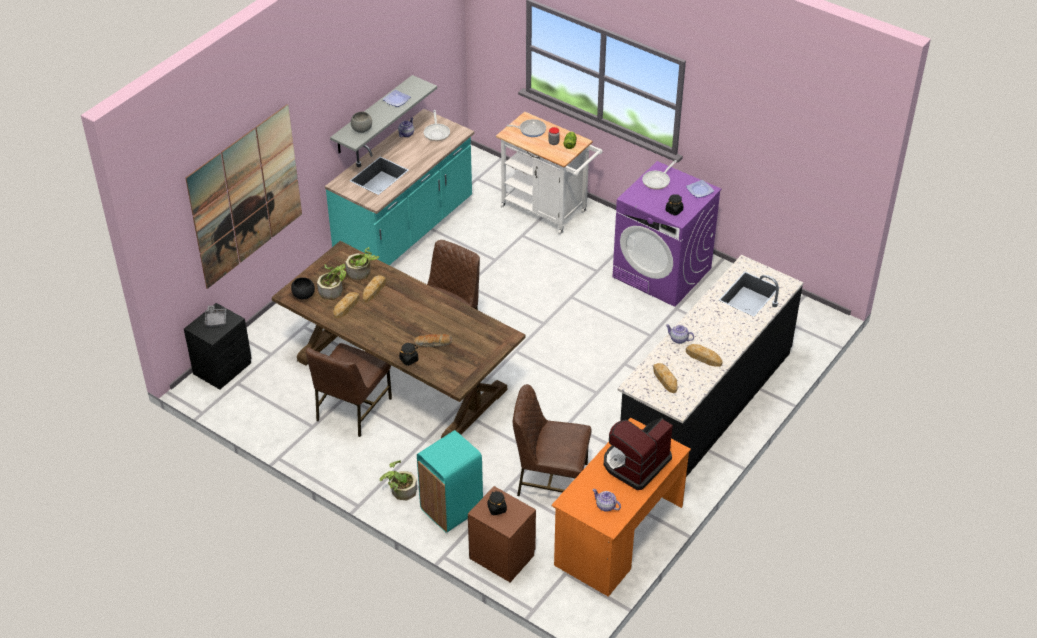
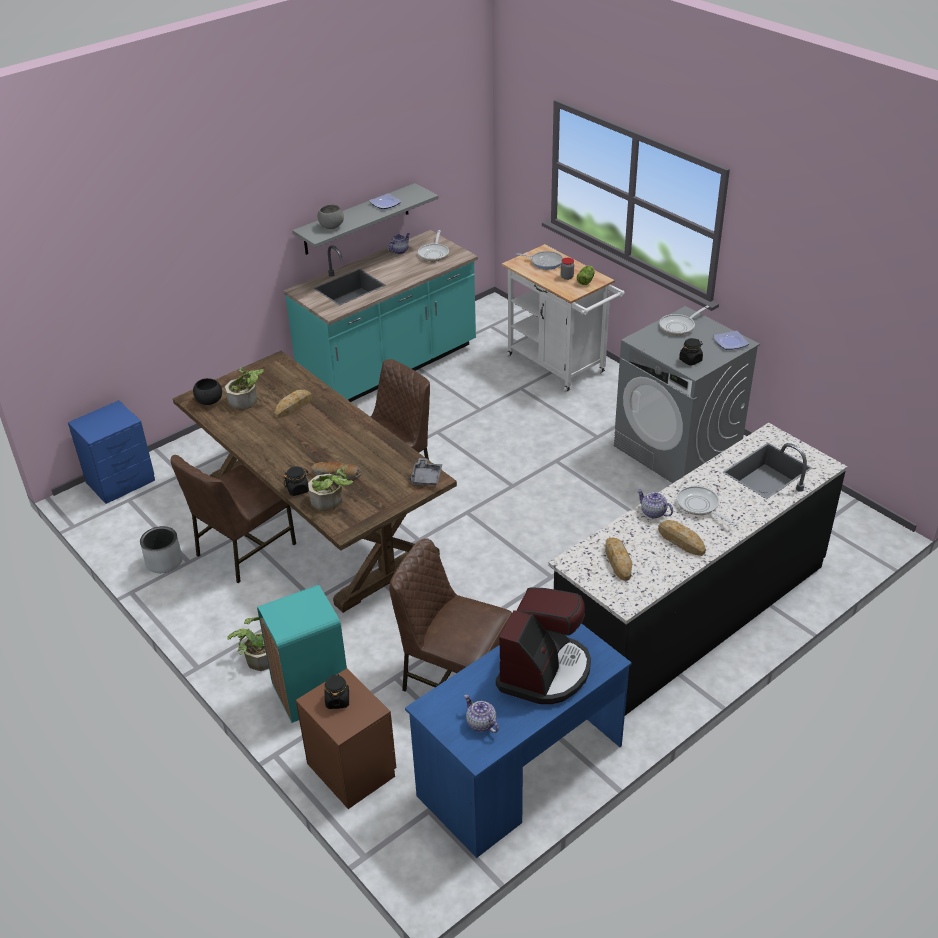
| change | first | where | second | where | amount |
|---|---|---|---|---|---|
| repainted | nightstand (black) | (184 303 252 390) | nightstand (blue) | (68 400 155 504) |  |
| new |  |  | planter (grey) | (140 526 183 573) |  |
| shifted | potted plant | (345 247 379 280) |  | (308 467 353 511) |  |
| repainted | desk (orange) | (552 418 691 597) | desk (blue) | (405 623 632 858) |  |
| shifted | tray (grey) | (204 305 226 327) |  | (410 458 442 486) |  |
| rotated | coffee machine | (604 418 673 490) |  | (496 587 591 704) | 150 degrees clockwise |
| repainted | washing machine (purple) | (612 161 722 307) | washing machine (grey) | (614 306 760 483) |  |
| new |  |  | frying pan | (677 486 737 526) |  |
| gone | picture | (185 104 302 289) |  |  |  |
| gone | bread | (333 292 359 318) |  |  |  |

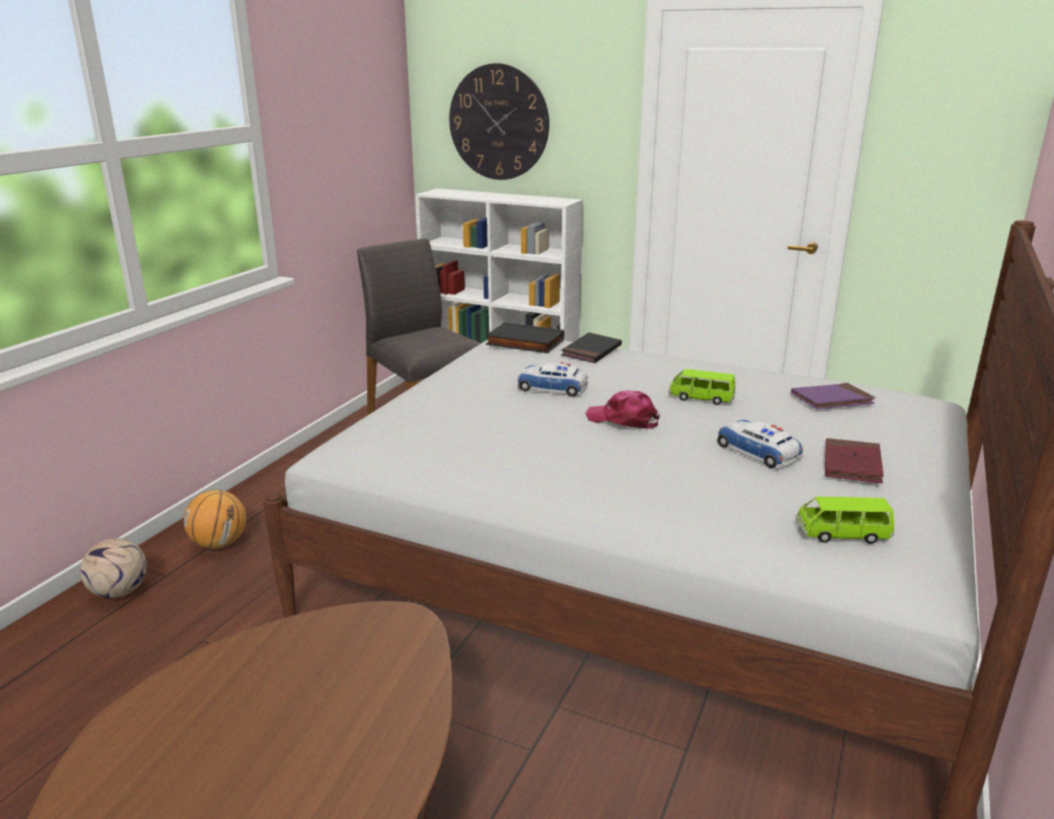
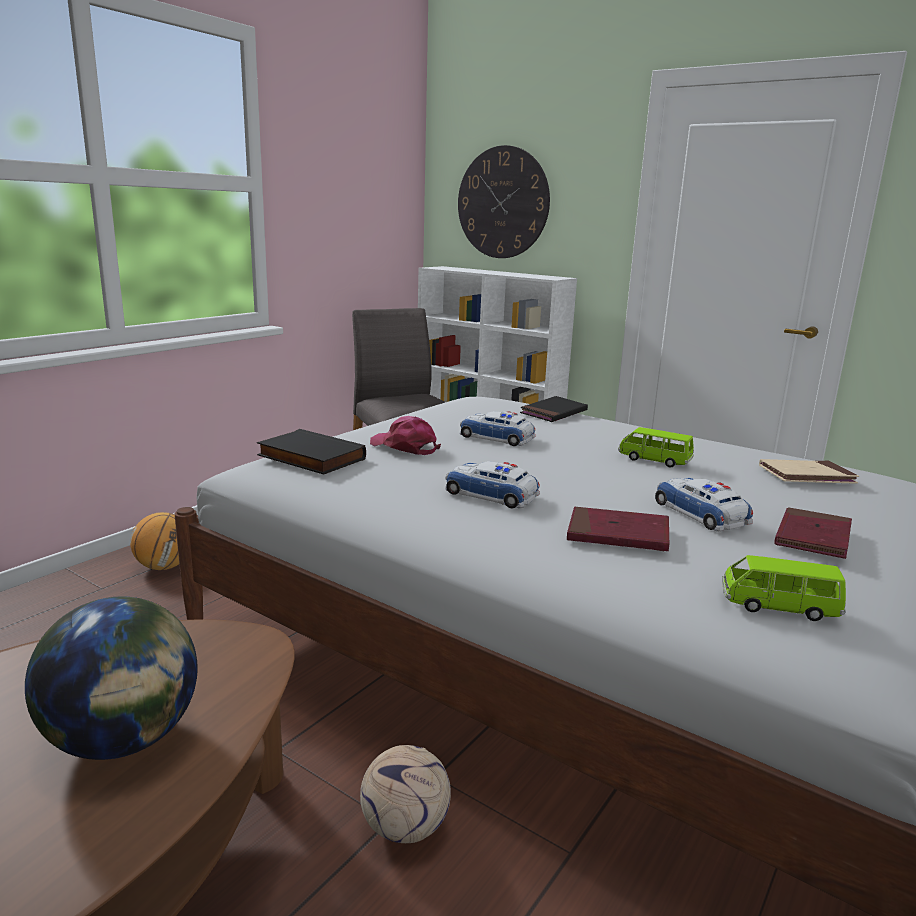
| change | first | where | second | where | amount |
|---|---|---|---|---|---|
| new |  |  | globe | (25 596 198 760) |  |
| shifted | book (black) | (486 322 564 353) |  | (257 429 366 475) |  |
| shifted | football | (80 538 147 598) |  | (360 745 451 843) |  |
| shifted | cap (pink) | (586 390 660 429) |  | (370 416 441 455) |  |
| new |  |  | toy car | (445 461 540 509) |  |
| new |  |  | book (red) | (567 507 669 551) |  |
| repainted | book (purple) | (791 383 876 409) | book (beige) | (759 459 859 484) |  |

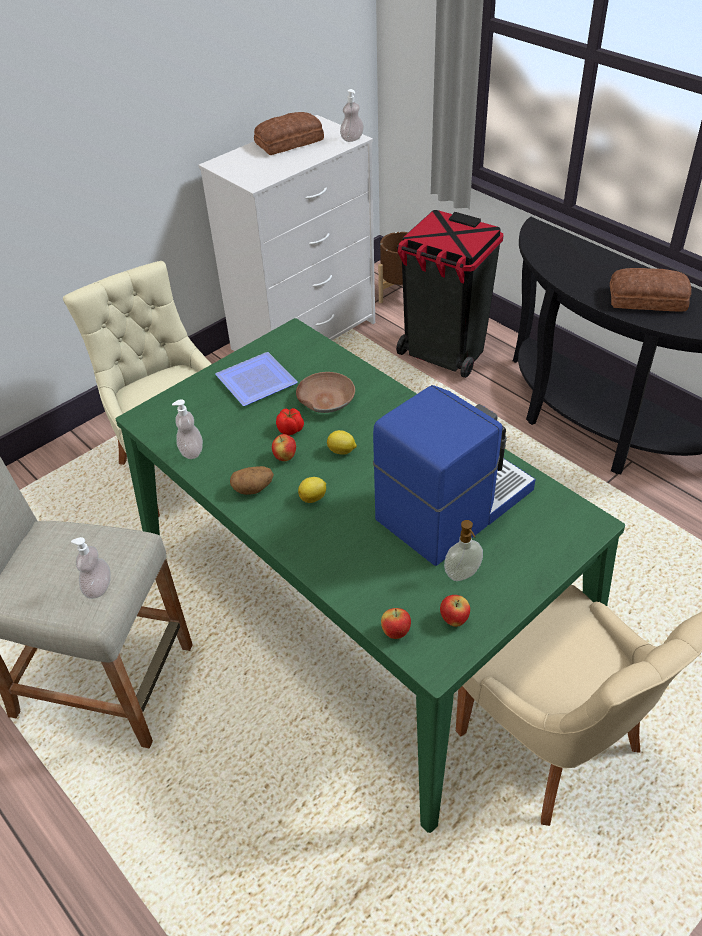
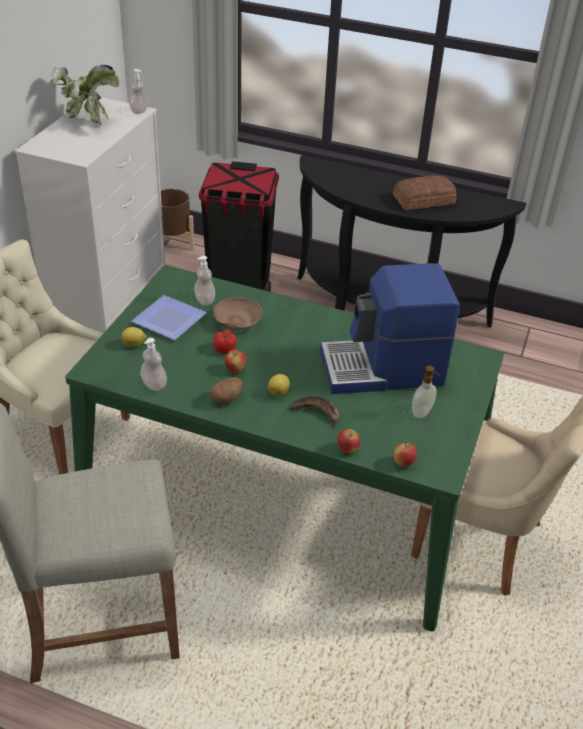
| change | first | where | second | where | amount |
|---|---|---|---|---|---|
| swapped | bread | (254 112 324 155) | potted plant | (51 65 119 126) |  |
| shifted | lemon | (327 430 357 455) |  | (121 327 147 347) |  |
| shifted | soap dispenser | (71 537 111 599) |  | (194 256 215 305) |  |
| new |  |  | banana | (290 396 339 431) |  |
| rotated | coffee machine | (373 385 536 566) |  | (320 263 460 394) | 120 degrees counterclockwise |
| shifted | apple | (440 595 470 627) |  | (337 429 360 453) |  |

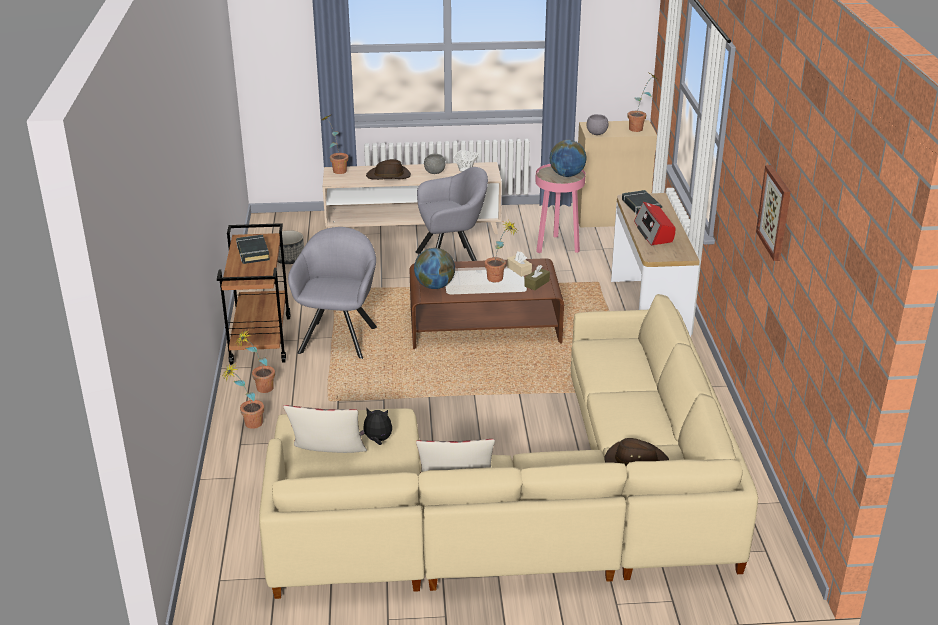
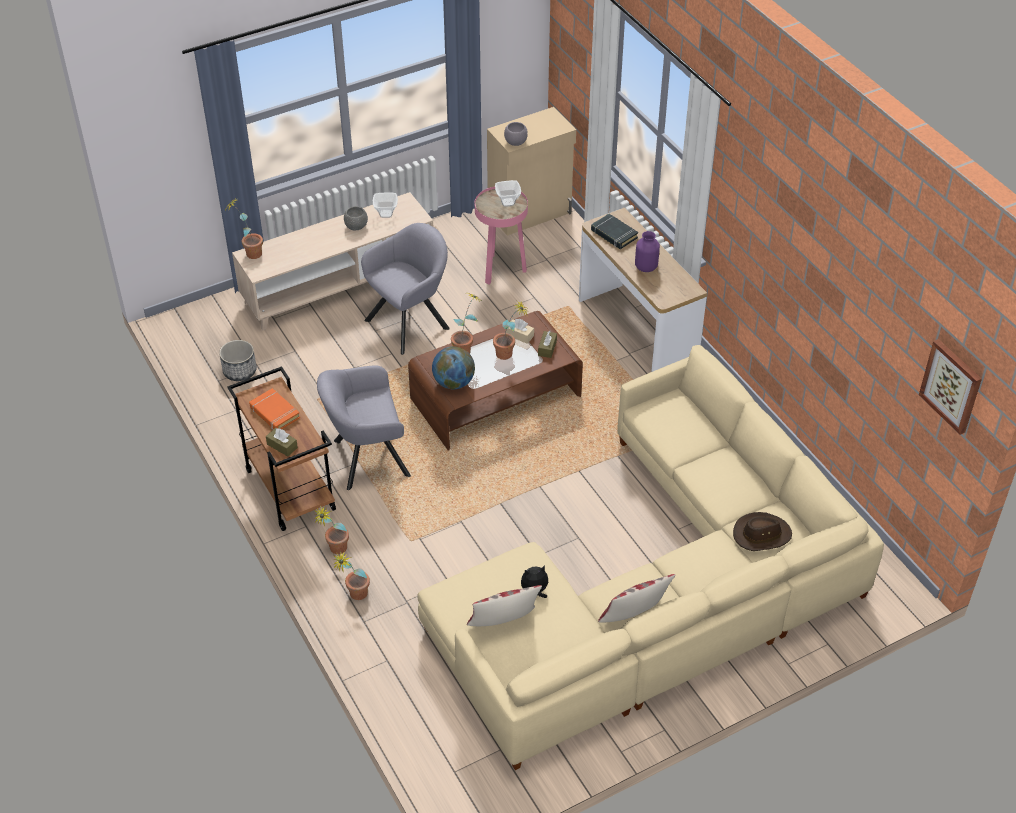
| change | first | where | second | where | amount |
|---|---|---|---|---|---|
| repainted | book (black) | (236 234 270 264) | book (orange) | (249 388 300 429) |  |
| new |  |  | tissue box (brown) | (266 428 298 456) |  |
| rotated | armchair (grey) | (288 227 377 359) |  | (317 365 411 490) | 90 degrees counterclockwise |
| shifted | potted plant | (628 73 657 132) |  | (451 293 480 354) |  |
| swapped | globe | (550 140 587 177) | bowl | (495 180 521 207) |  |
| swapped | radio | (634 202 675 246) | vase (purple) | (635 231 660 272) |  |
| shifted | picture | (756 165 791 261) |  | (919 339 982 435) |  |
| gone | hat (brown) | (366 159 411 180) |  |  |  |

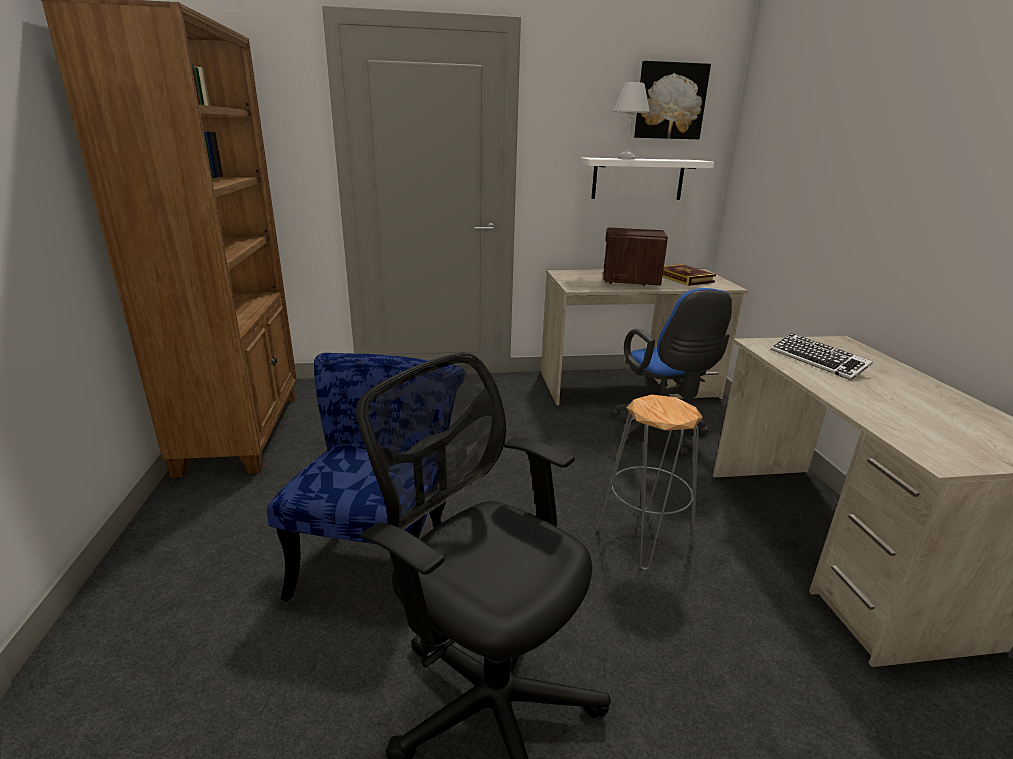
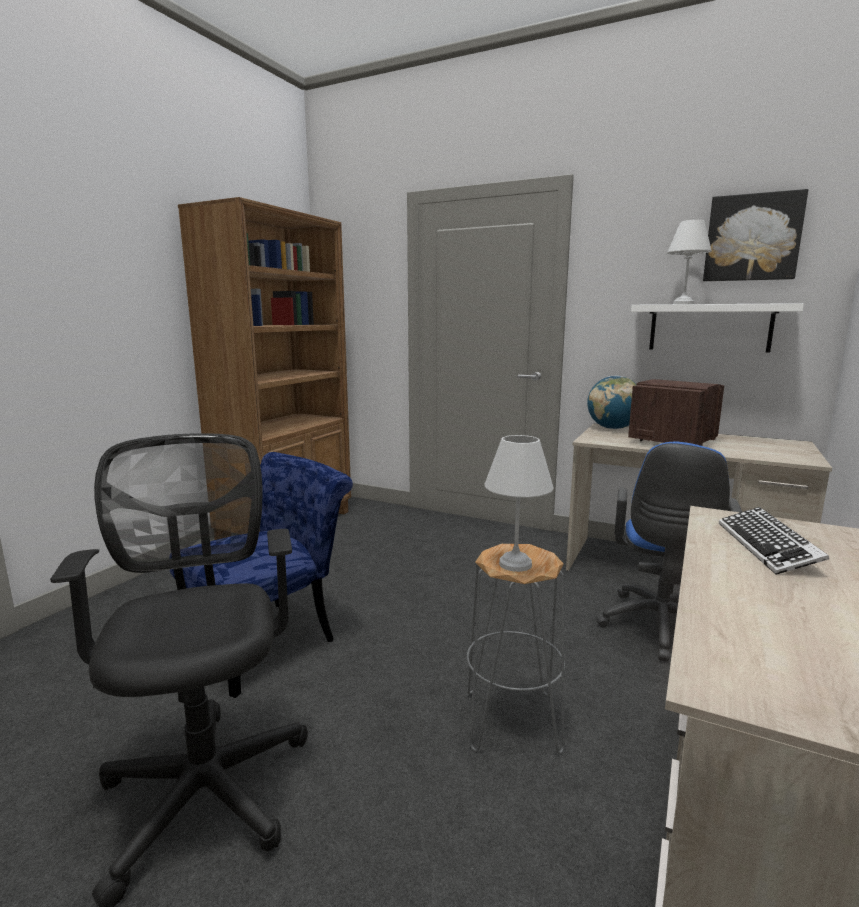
| change | first | where | second | where | amount |
|---|---|---|---|---|---|
| new |  |  | table lamp (white) | (484 435 554 572) |  |
| new |  |  | globe | (587 376 637 429) |  |
| gone | book | (662 264 716 286) |  |  |  |

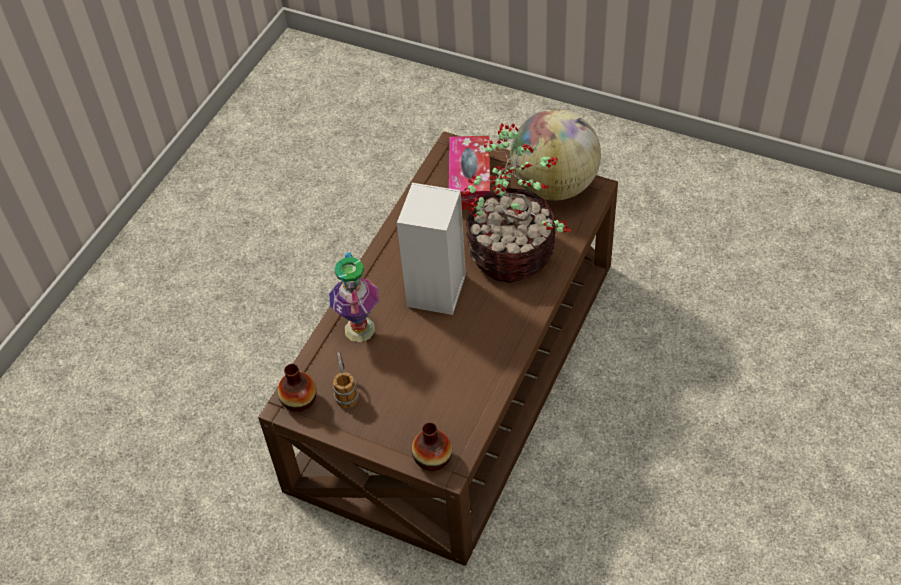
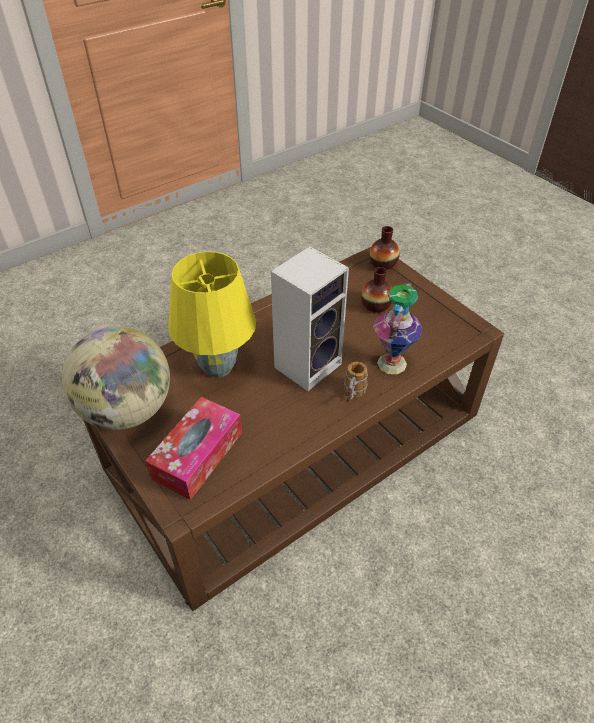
| change | first | where | second | where | amount |
|---|---|---|---|---|---|
| swapped | potted plant | (462 123 571 283) | table lamp (yellow) | (168 252 256 378) |  |
| shifted | mug | (333 352 359 408) |  | (344 362 368 402) |  |
| shifted | vase | (277 364 317 412) |  | (361 267 392 313) |  |

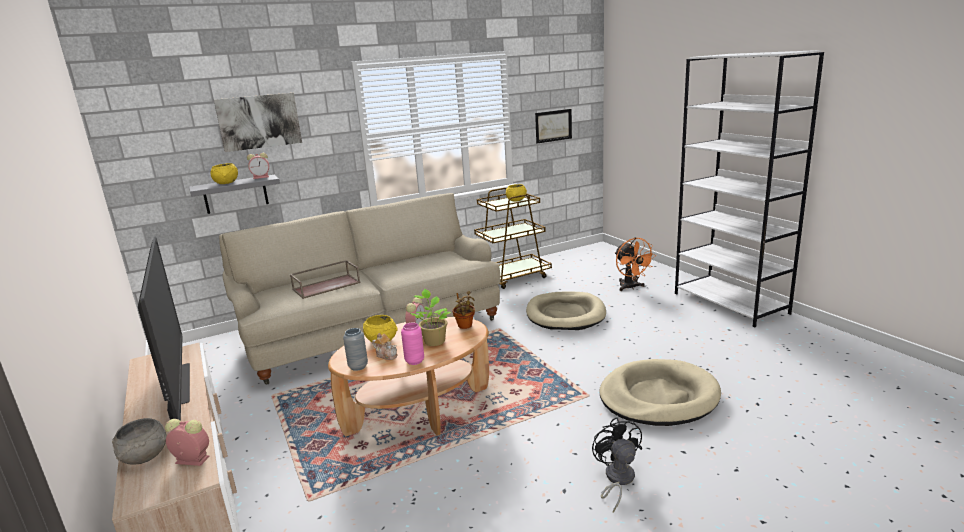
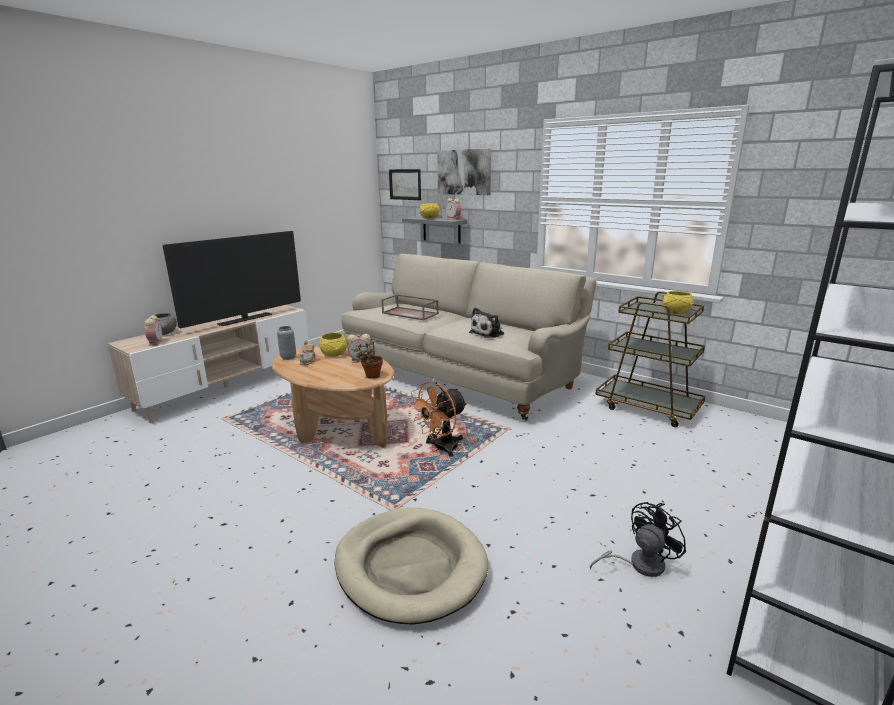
| change | first | where | second | where | amount |
|---|---|---|---|---|---|
| shifted | picture | (535 109 572 144) |  | (389 169 421 200) |  |
| shifted | fan (orange) | (615 238 655 291) |  | (409 381 467 457) |  |
| new |  |  | plush toy | (469 307 504 338) |  |
| shifted | fan (black) | (592 417 642 513) |  | (590 502 686 577) |  |
| gone | vase (pink) | (401 322 424 365) |  |  |  |
| gone | potted plant | (410 289 451 346) |  |  |  |
| gone | dog bed (beige) | (526 291 606 330) |  |  |  |

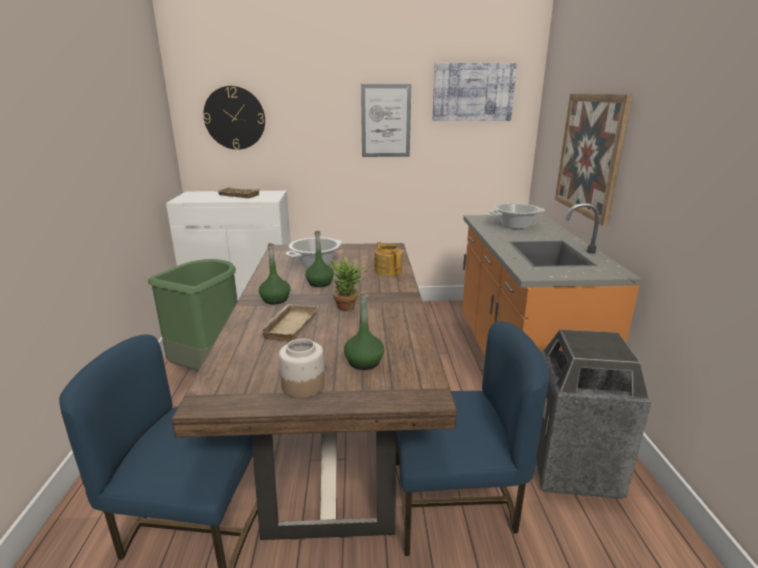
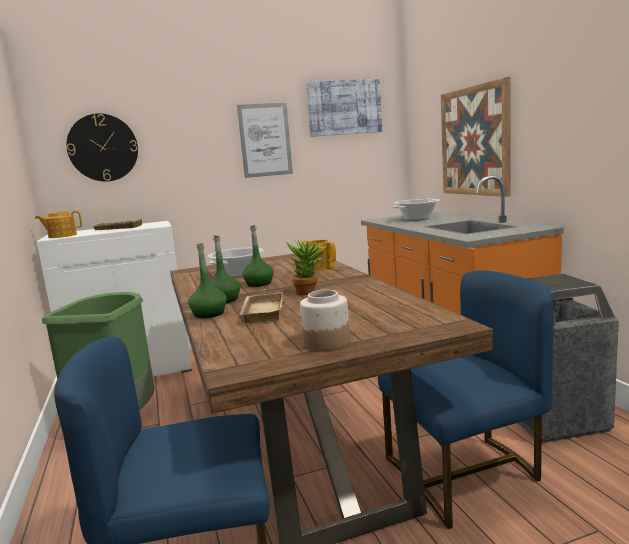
| change | first | where | second | where | amount |
|---|---|---|---|---|---|
| new |  |  | teapot | (35 211 82 238) |  |
| shifted | bottle (green) | (344 290 384 370) |  | (188 243 227 318) |  |

